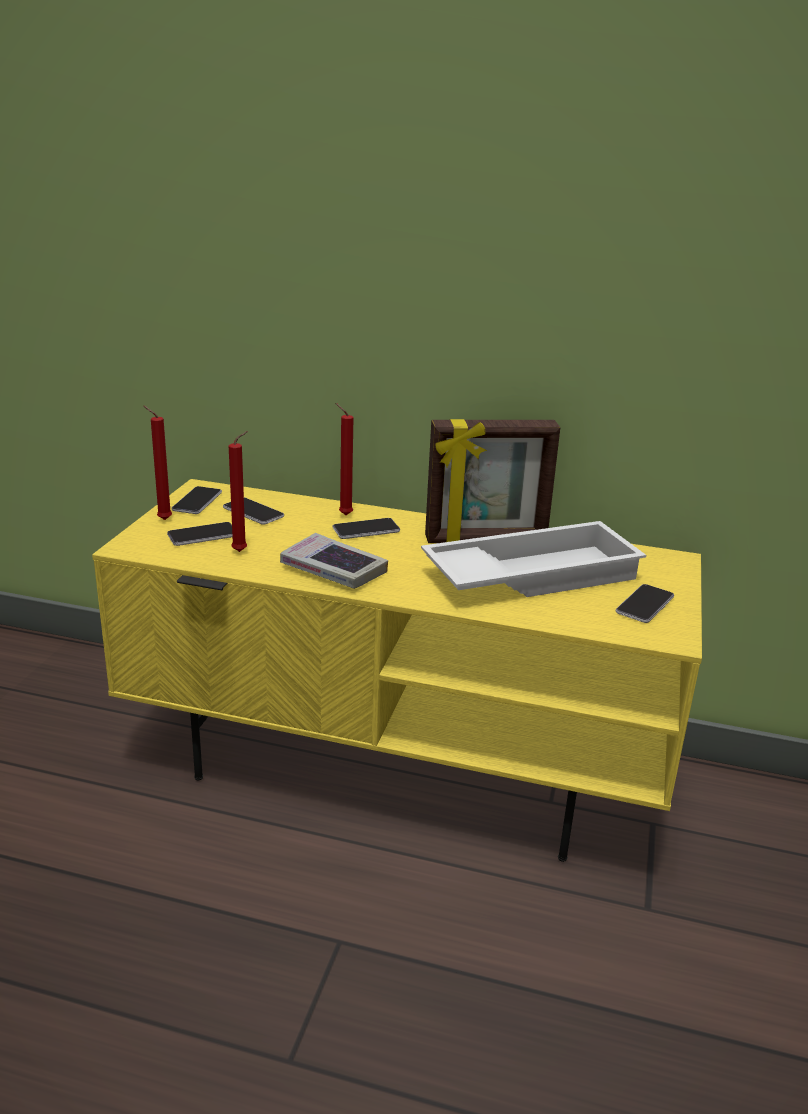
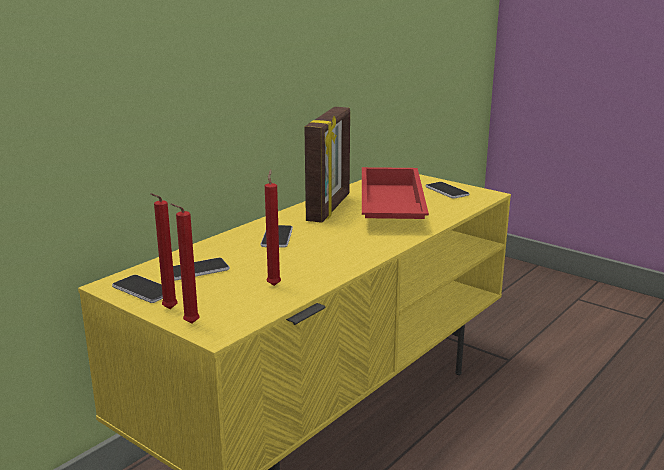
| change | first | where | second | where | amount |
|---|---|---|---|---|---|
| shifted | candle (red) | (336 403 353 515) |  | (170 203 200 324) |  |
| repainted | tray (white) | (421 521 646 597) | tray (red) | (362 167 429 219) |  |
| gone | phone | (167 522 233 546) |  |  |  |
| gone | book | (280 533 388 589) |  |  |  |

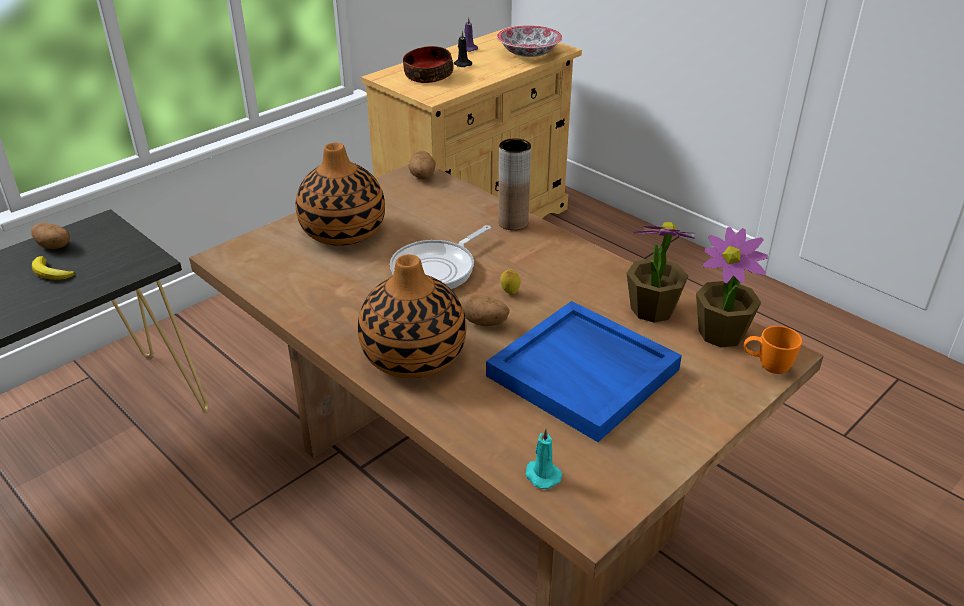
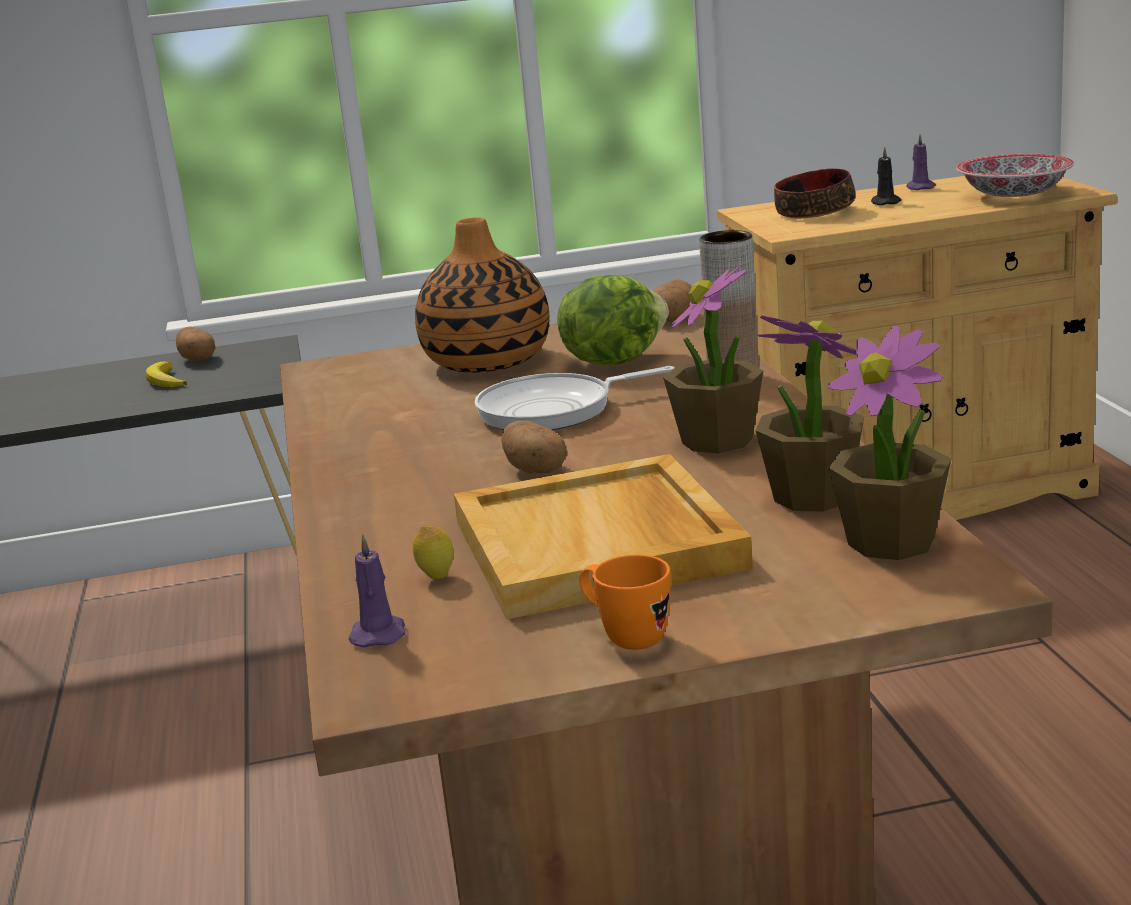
| change | first | where | second | where | amount |
|---|---|---|---|---|---|
| repainted | candle (turquoise) | (525 428 562 489) | candle (purple) | (349 534 405 648) |  |
| shifted | lemon | (500 270 521 295) |  | (413 526 454 579) |  |
| repainted | tray (blue) | (486 301 682 442) | tray (beige) | (454 454 753 619) |  |
| new |  |  | lettuce | (557 275 669 366) |  |
| shifted | mug (orange) | (744 326 802 374) |  | (579 555 671 650) |  |
| new |  |  | potted plant | (663 264 763 453) |  |
| gone | vase | (358 254 466 378) |  |  |  |

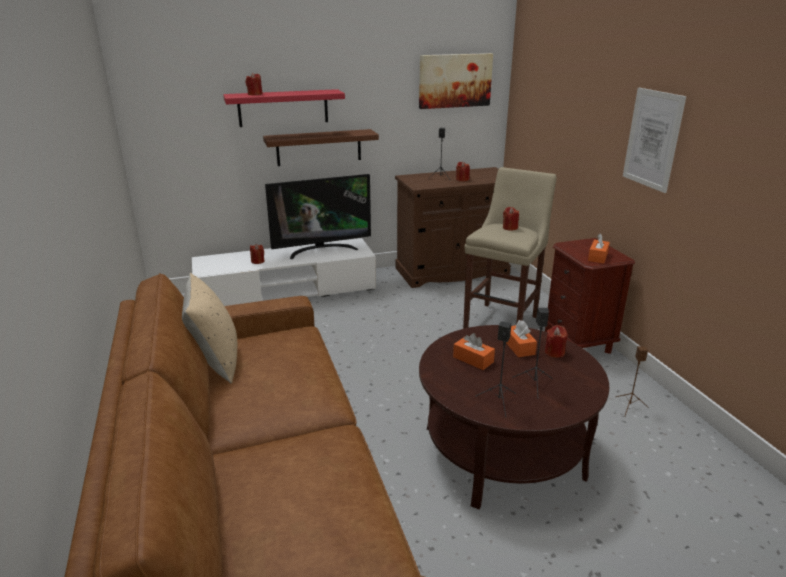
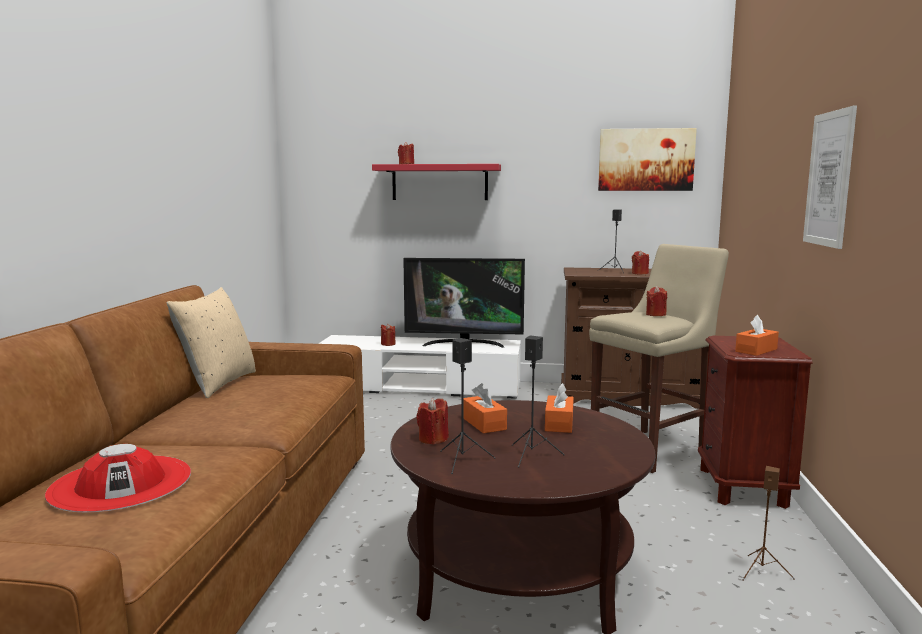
| change | first | where | second | where | amount |
|---|---|---|---|---|---|
| new |  |  | hat (red) | (45 444 191 512) |  |
| shifted | candle (red) | (545 325 568 358) |  | (416 398 449 445) |  |
| gone | shelf (brown) | (263 129 379 166) |  |  |  |

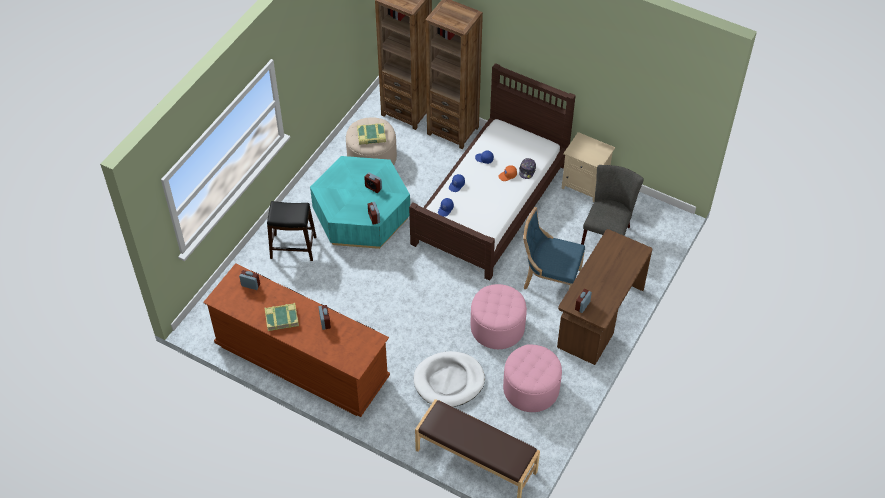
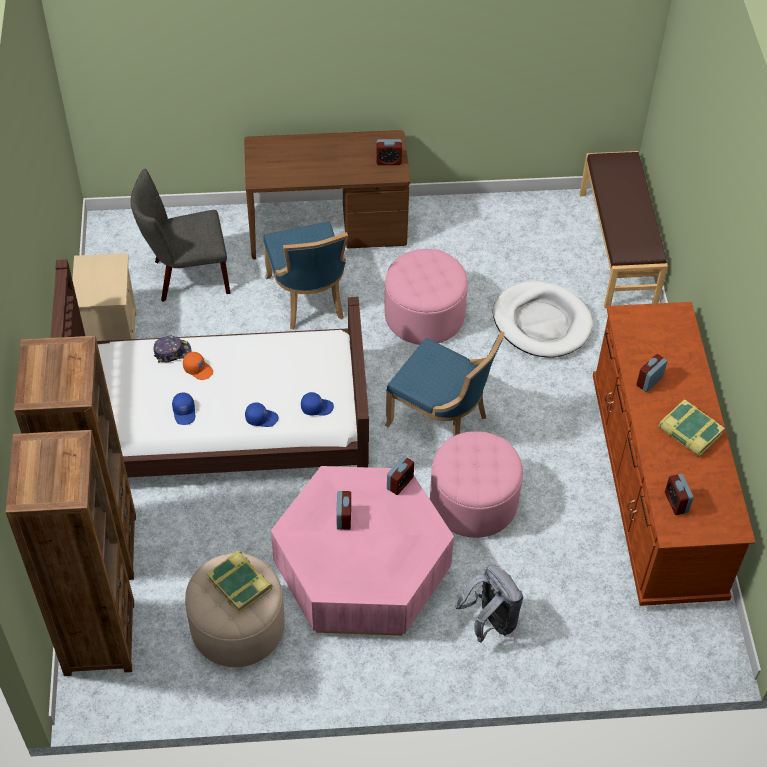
| change | first | where | second | where | amount |
|---|---|---|---|---|---|
| repainted | coffee table (turquoise) | (310 156 410 249) | coffee table (pink) | (271 466 454 635) |  |
| new |  |  | chair (blue) | (385 331 505 436) |  |
| shifted | ottoman (pink) | (503 344 562 412) |  | (430 431 523 538) |  |
| swapped | stool (black) | (267 201 317 261) | backpack (grey) | (455 565 523 643) |  |

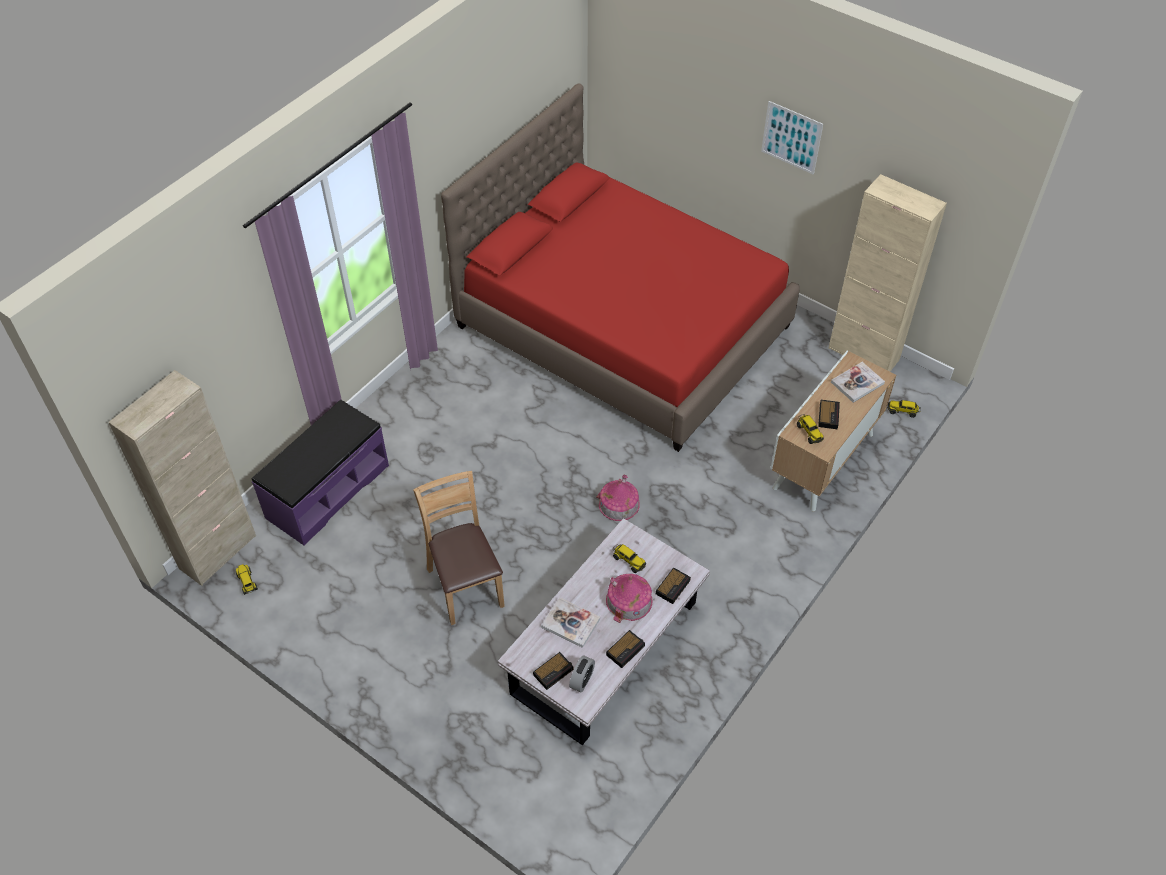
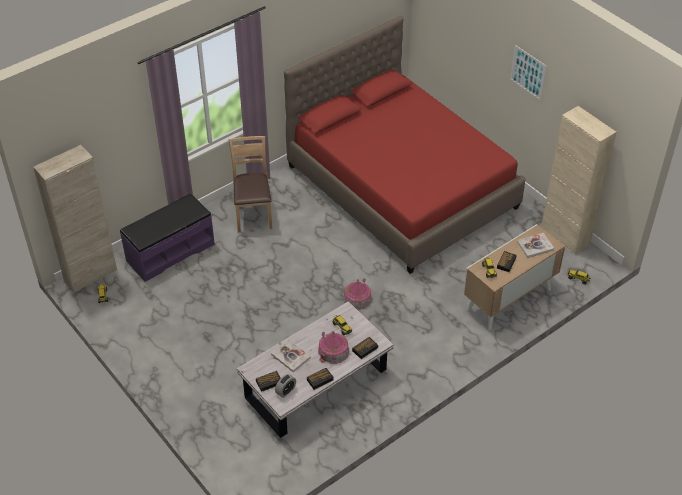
| change | first | where | second | where | amount |
|---|---|---|---|---|---|
| shifted | chair (brown) | (413 471 505 625) |  | (229 136 272 232) |  |

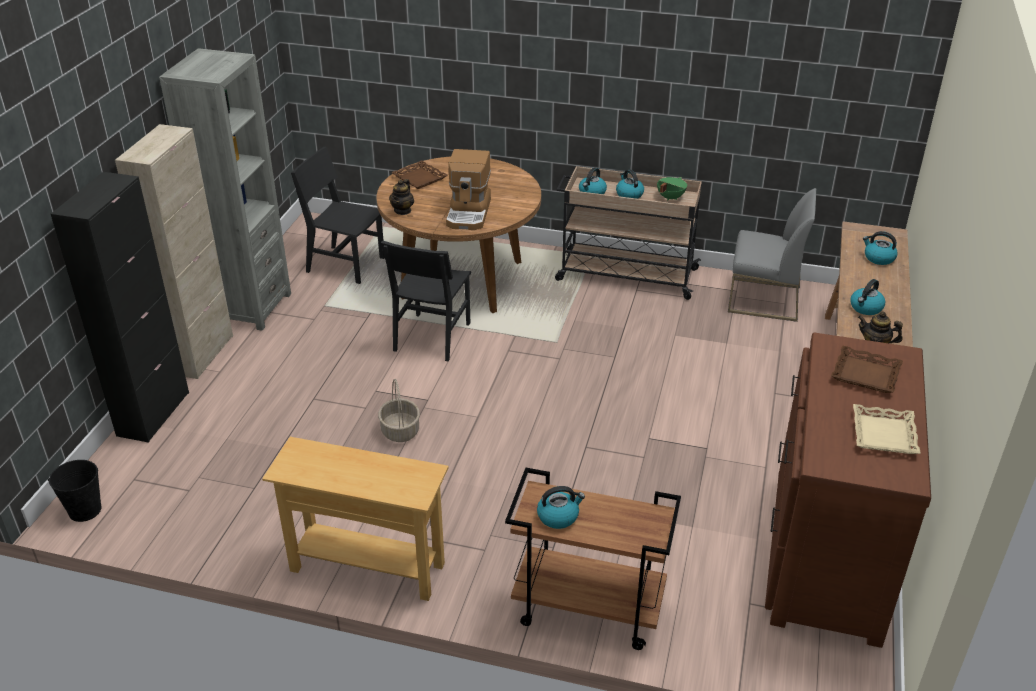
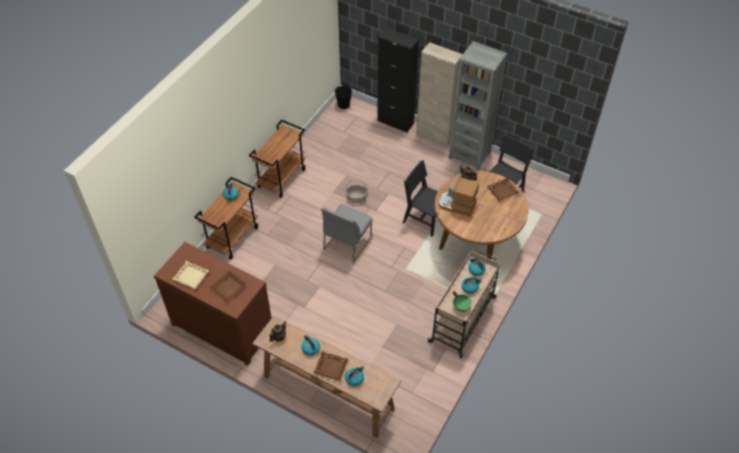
| change | first | where | second | where | amount |
|---|---|---|---|---|---|
| swapped | console table (beige) | (262 437 449 601) | cart (brown) | (249 120 306 198) |  |
| new |  |  | tray (brown) | (313 351 349 381) |  |
| shifted | chair (grey) | (728 188 816 322) |  | (321 204 373 263) |  |

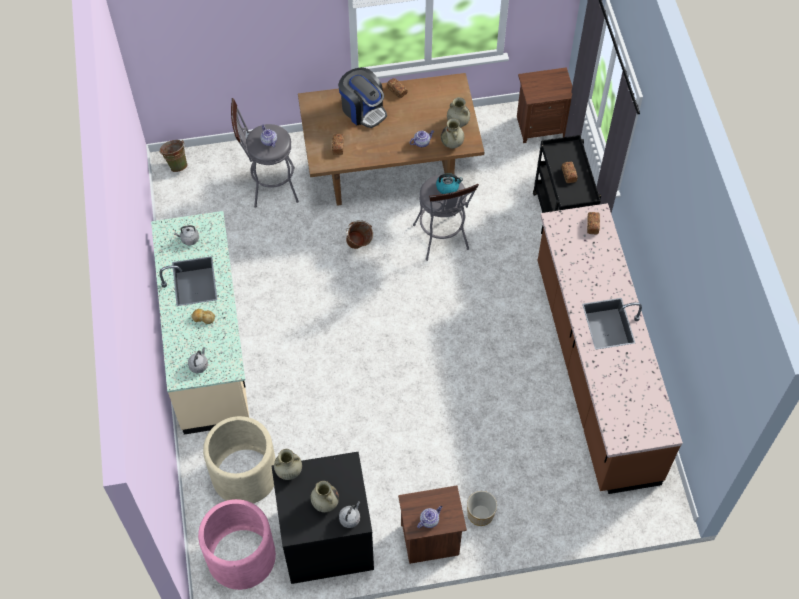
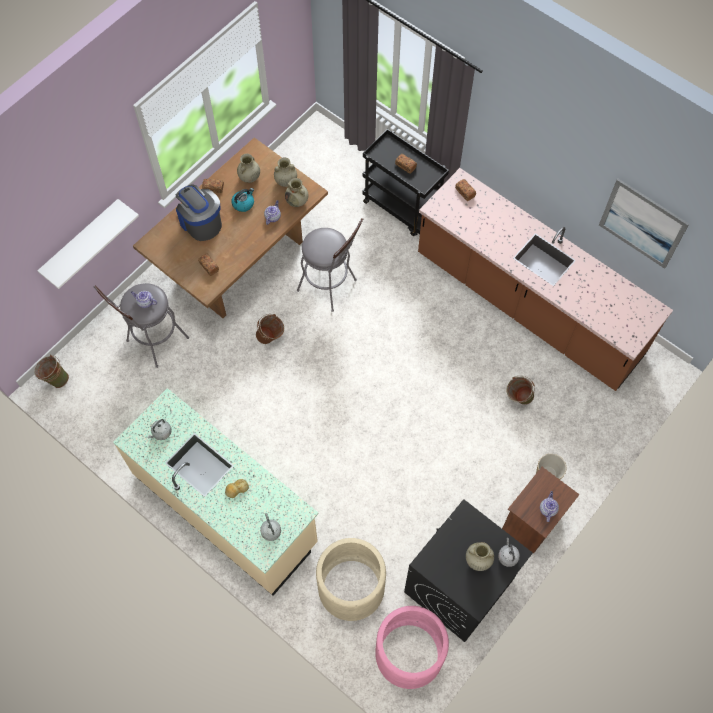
| change | first | where | second | where | amount |
|---|---|---|---|---|---|
| new |  |  | shelf (white) | (37 199 139 289) |  |
| rotated | coffee machine | (338 67 387 128) |  | (176 184 222 241) | 135 degrees counterclockwise |
| shifted | kettle | (436 173 463 194) |  | (231 188 254 212) |  |
| shifted | vase (beige) | (274 449 302 480) |  | (237 153 260 183) |  |
| new |  |  | bucket (green) | (506 376 535 405) |  |
| new |  |  | picture | (599 179 689 269) |  |
| gone | nightstand (brown) | (517 67 572 143) |  |  |  |

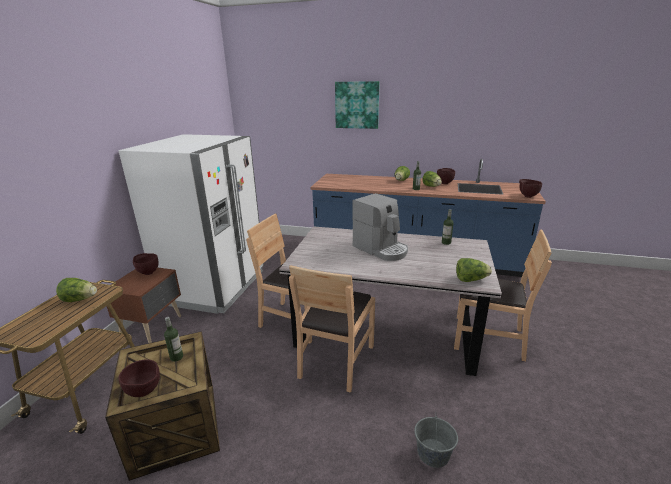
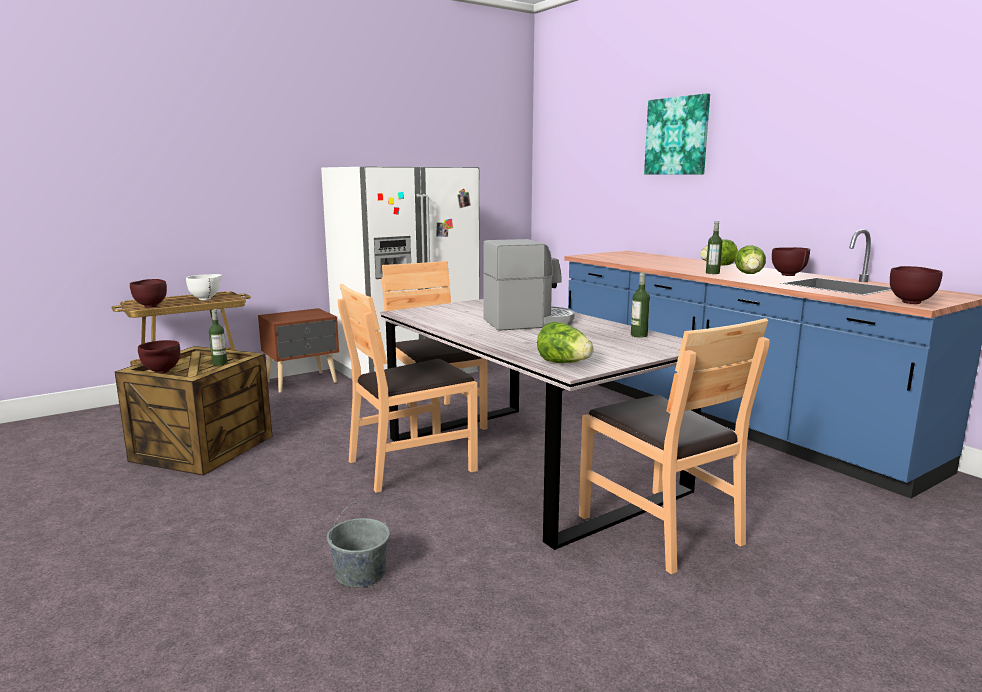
| change | first | where | second | where | amount |
|---|---|---|---|---|---|
| shifted | bowl (brown) | (133 253 159 275) |  | (130 279 167 308) |  |
| swapped | lettuce | (56 278 97 302) | bowl (white) | (186 274 222 300) |  |
| rotated | coffee machine | (352 193 408 261) |  | (483 239 575 331) | 105 degrees counterclockwise |

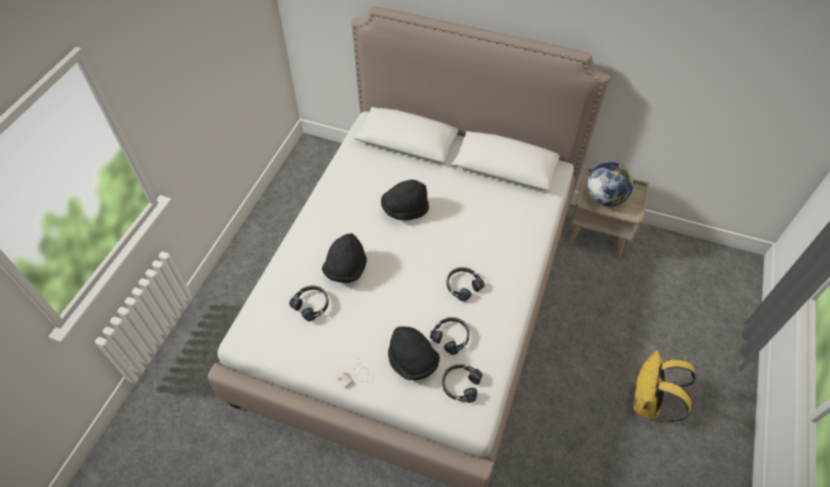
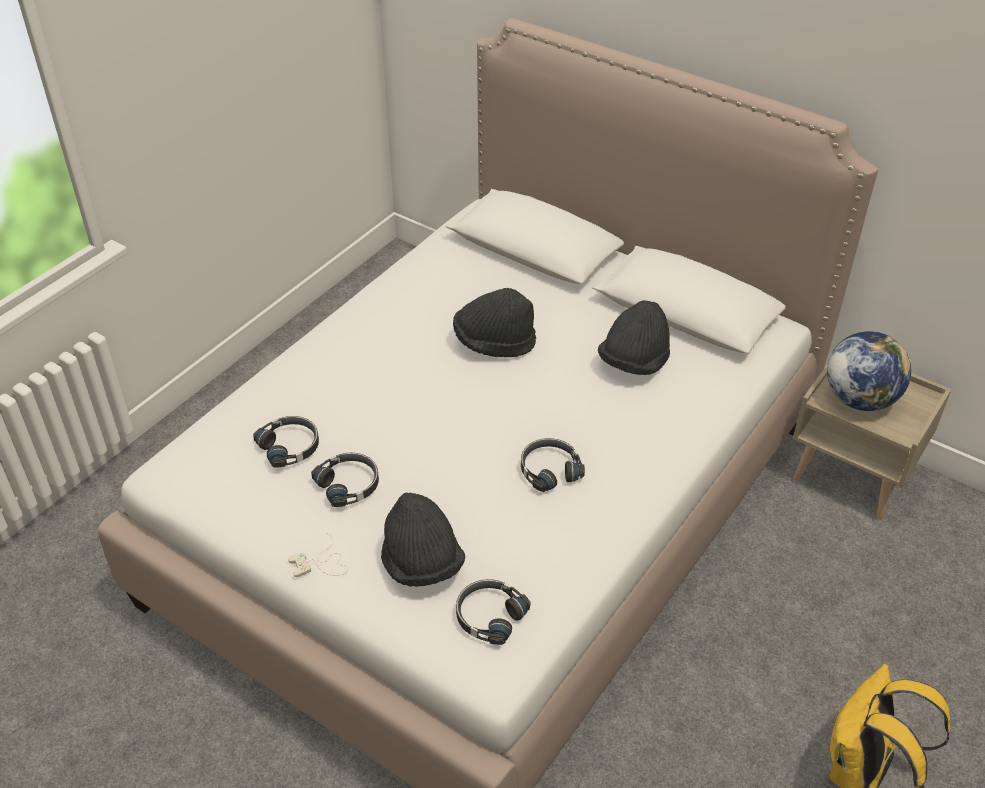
| change | first | where | second | where | amount |
|---|---|---|---|---|---|
| shifted | headphones (black) | (430 317 470 355) |  | (311 453 379 507) |  |
| shifted | hat (black) | (322 233 367 283) |  | (598 300 670 375) |  |

